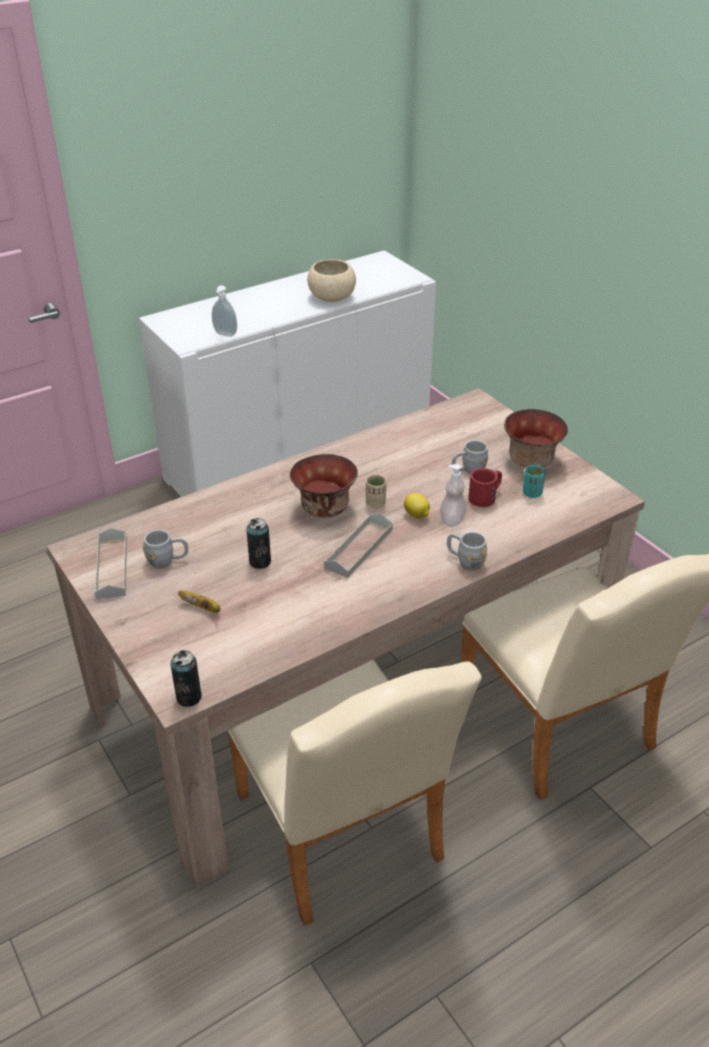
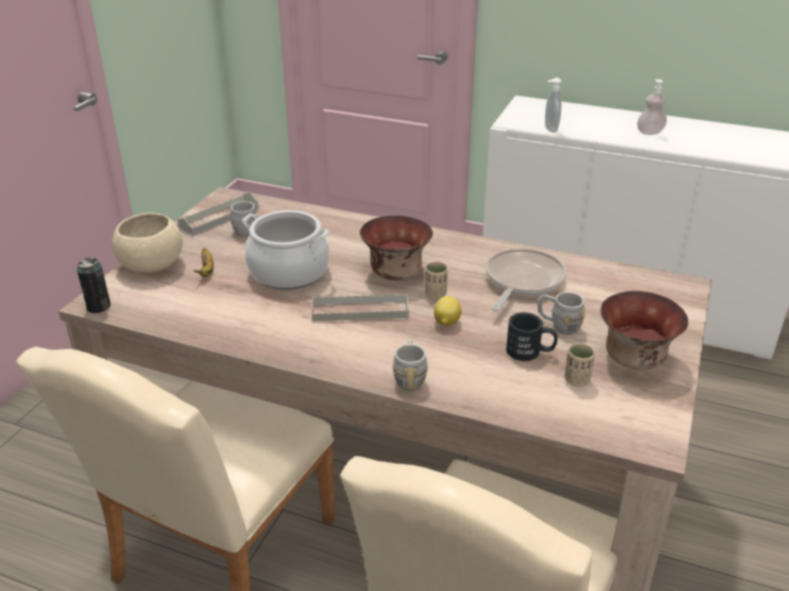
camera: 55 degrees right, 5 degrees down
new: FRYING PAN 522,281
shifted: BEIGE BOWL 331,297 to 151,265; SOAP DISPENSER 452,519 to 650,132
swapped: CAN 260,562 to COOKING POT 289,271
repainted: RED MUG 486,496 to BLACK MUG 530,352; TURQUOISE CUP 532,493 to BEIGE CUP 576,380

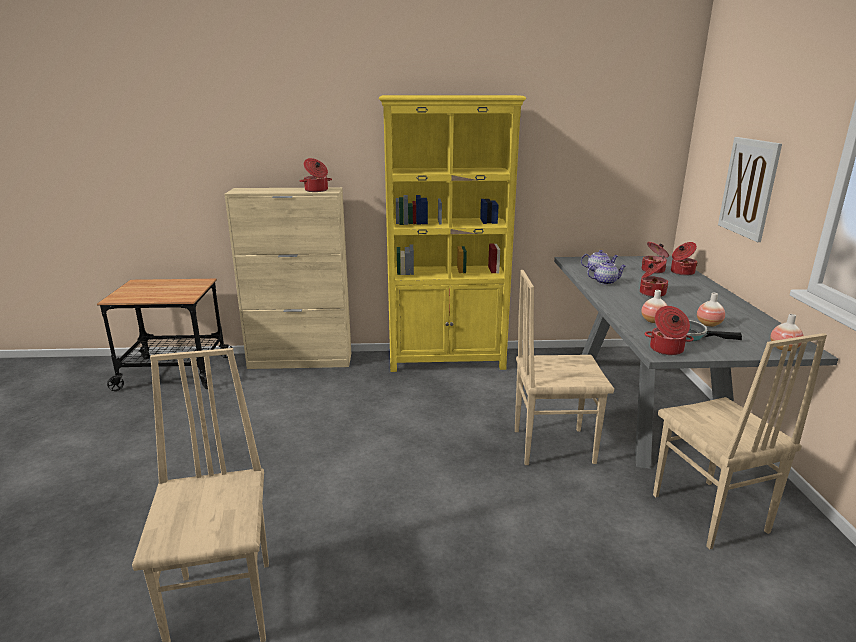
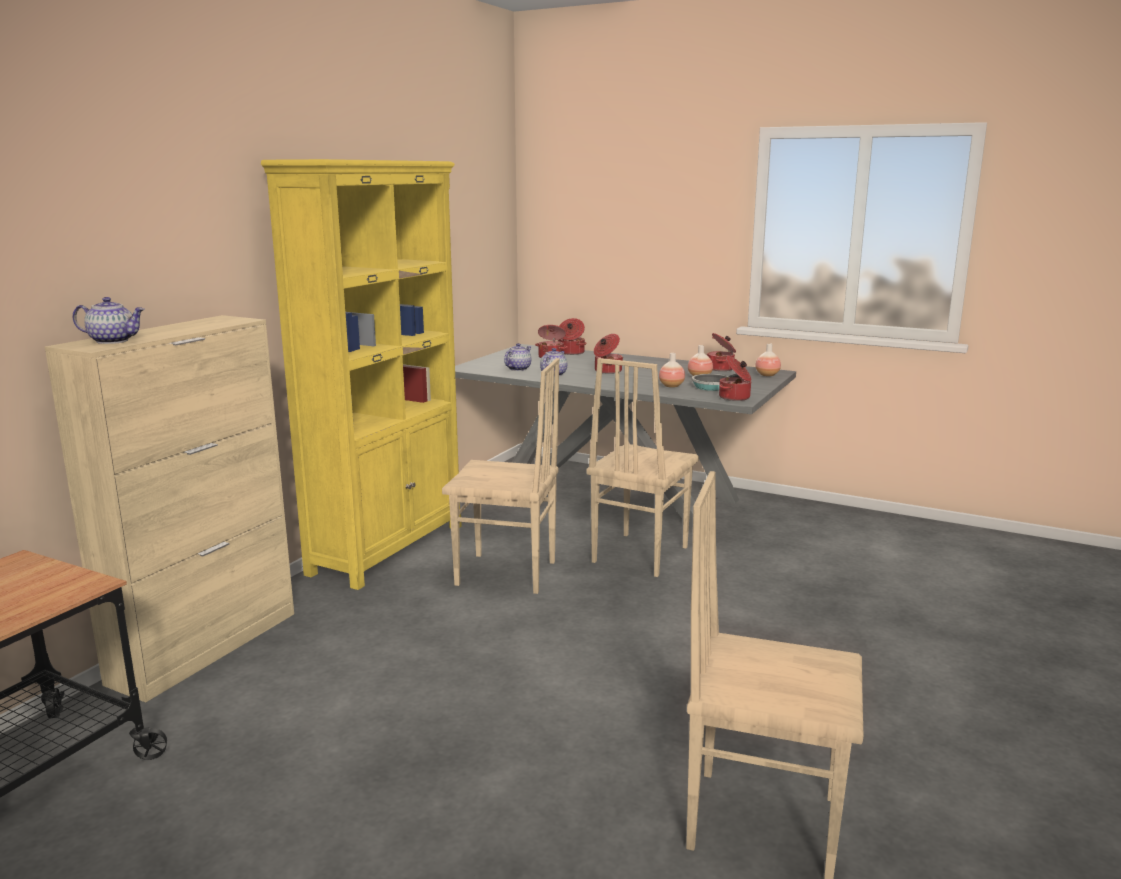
camera: 60 degrees left, 5 degrees down
gone: PICTURE 748,188
new: TEAPOT 113,341
shifted: COOKING POT 316,190 to 721,368; BEIGE CHAIR 708,514 to 506,574

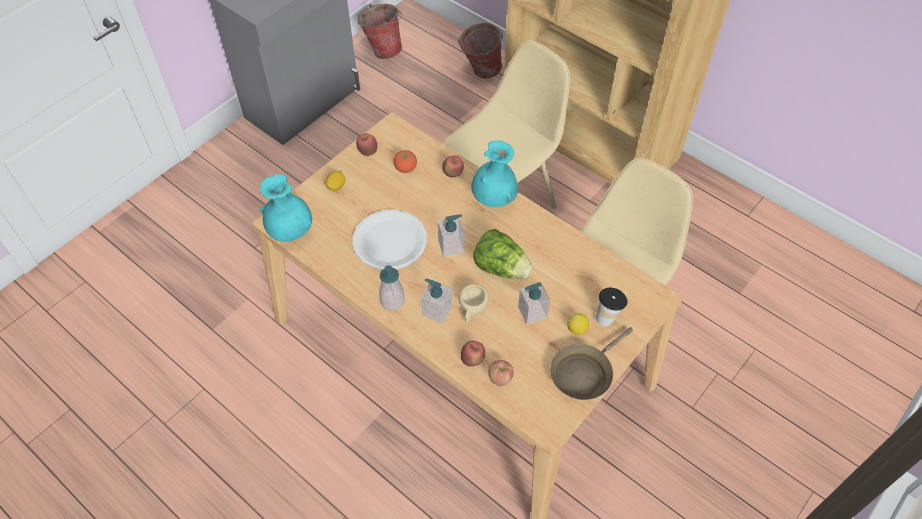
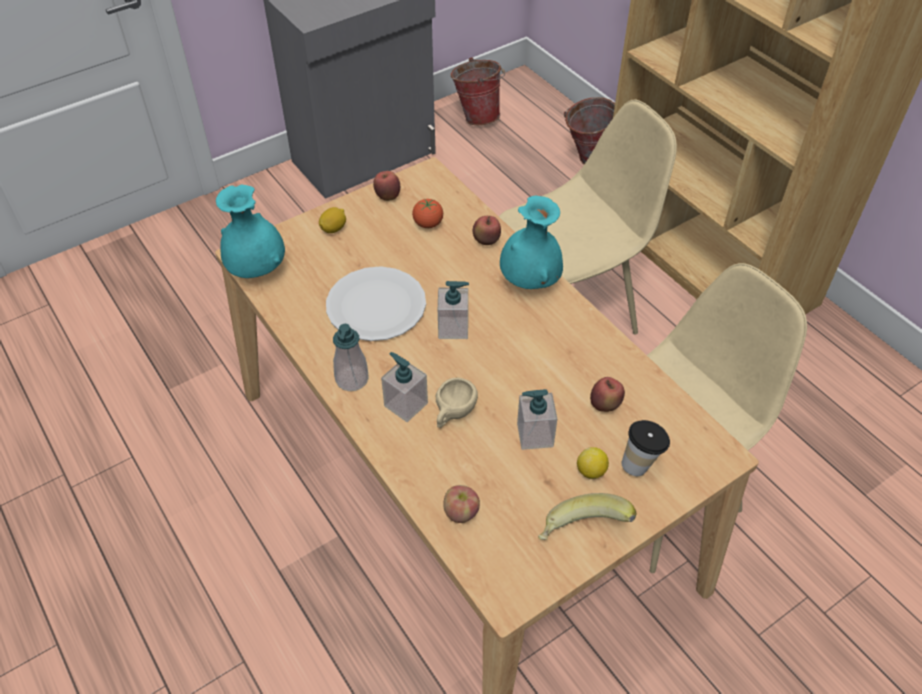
camera: 15 degrees right, 5 degrees down
gone: LETTUCE 501,268
shifted: APPLE 472,360 to 605,405
swapped: BROWN FRYING PAN 584,373 to BANANA 582,533

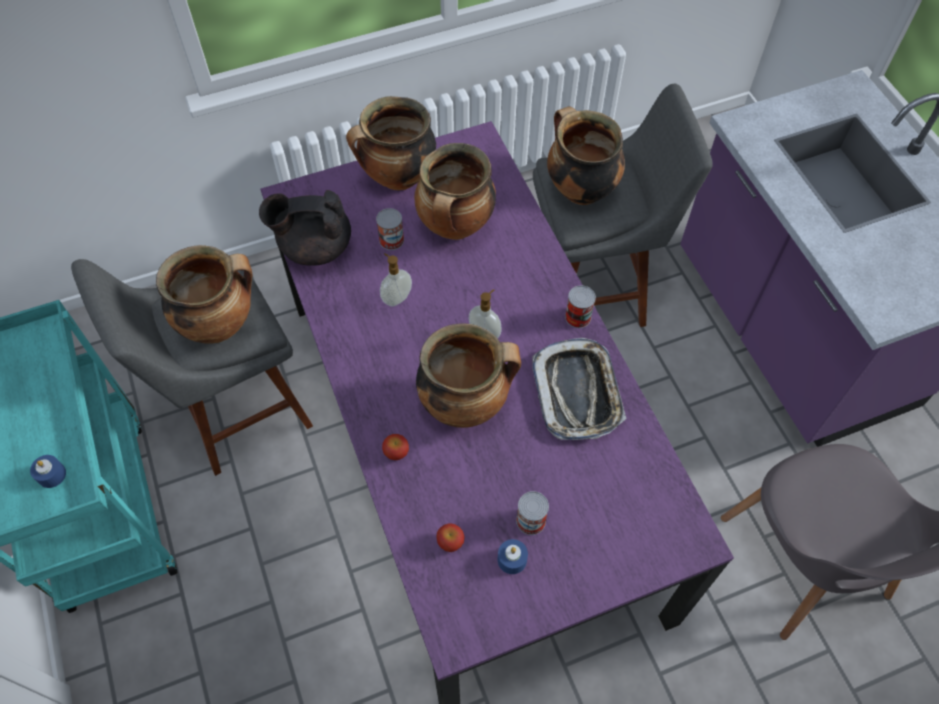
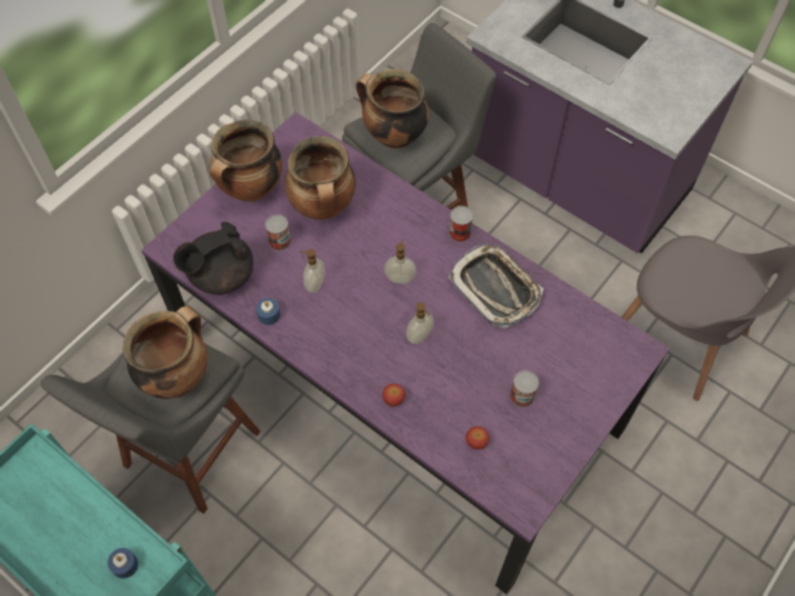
camera: 30 degrees left, 0 degrees up
shifted: BLUE CANDLE 512,559 to 269,315
swapped: COOKING POT 465,403 to SOAP DISPENSER 420,337

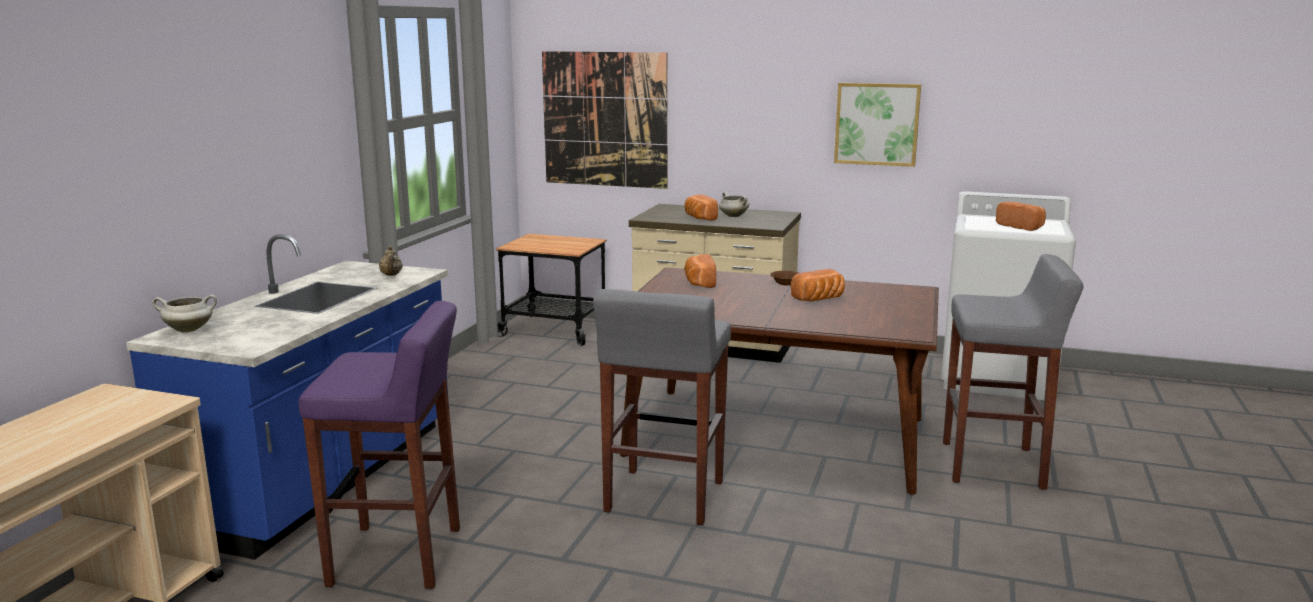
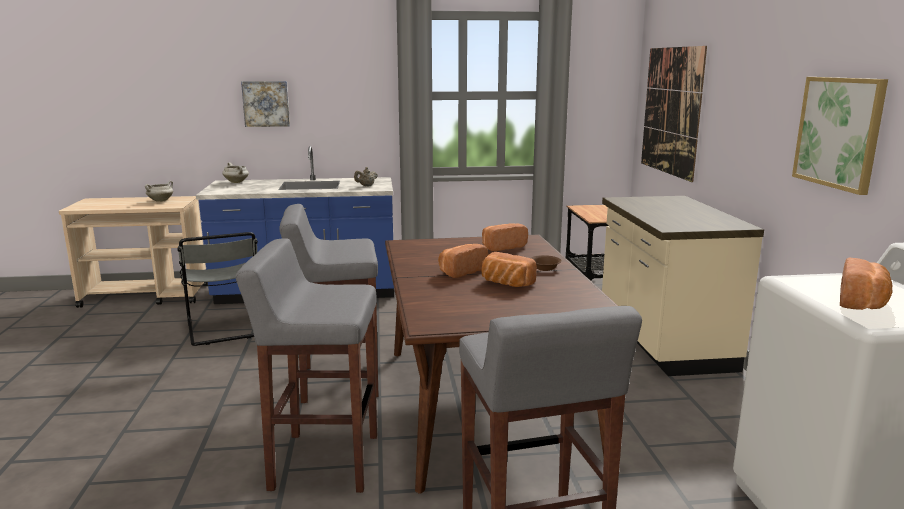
camera: 65 degrees right, 0 degrees up
new: GREY STOOL 323,462; PICTURE 266,103
shifted: BREAD 699,218 to 460,271; WHITE COOKING POT 733,216 to 161,201
swapped: PURPLE STOOL 398,557 to GREY CHAIR 225,330

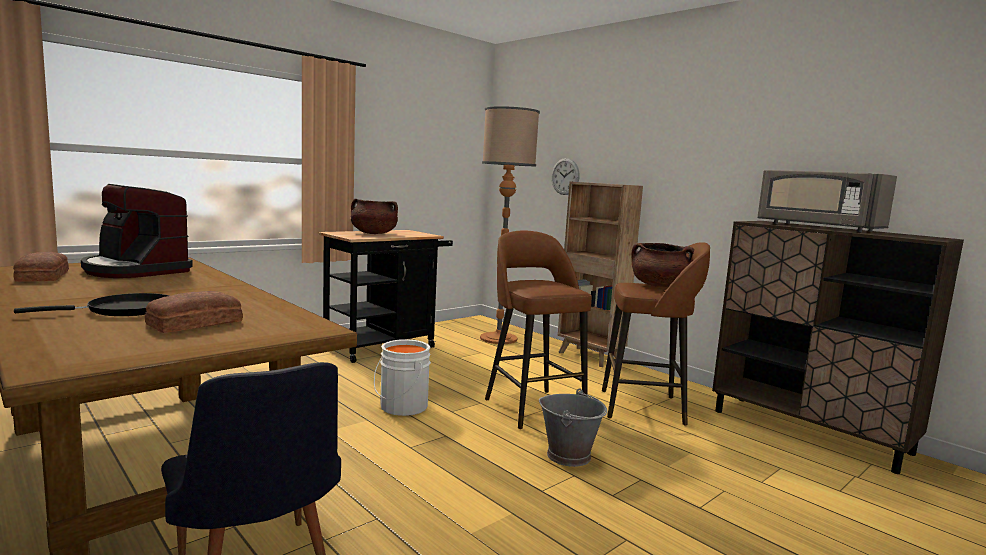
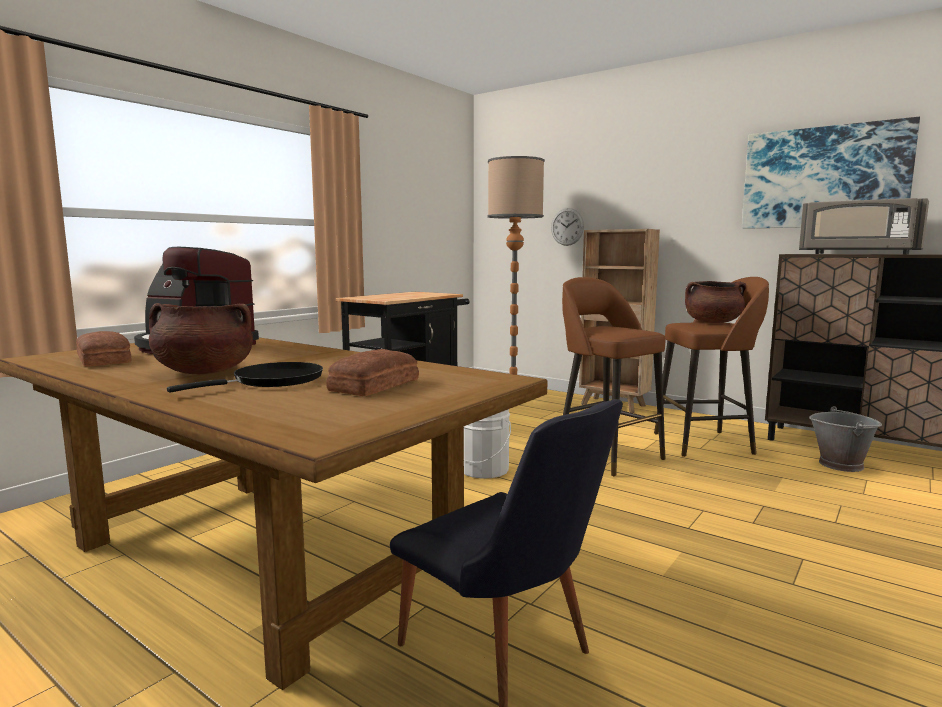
camera: 10 degrees left, 0 degrees up
new: PICTURE 824,177
shifted: BROWN COOKING POT 373,233 to 204,372; GREY BUCKET 569,455 to 841,464

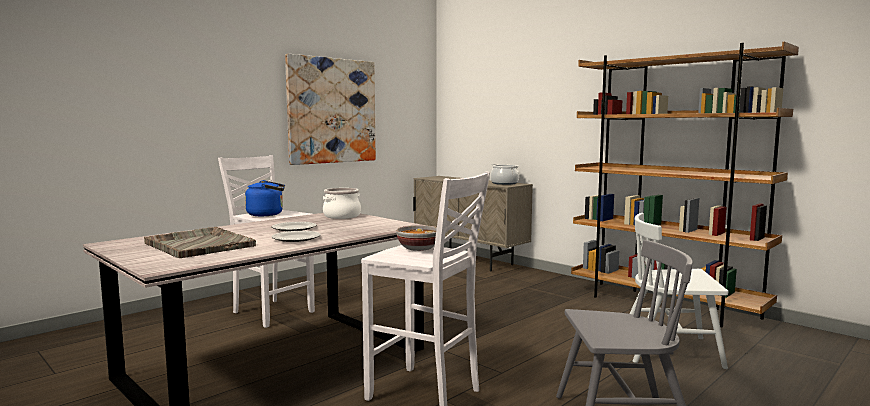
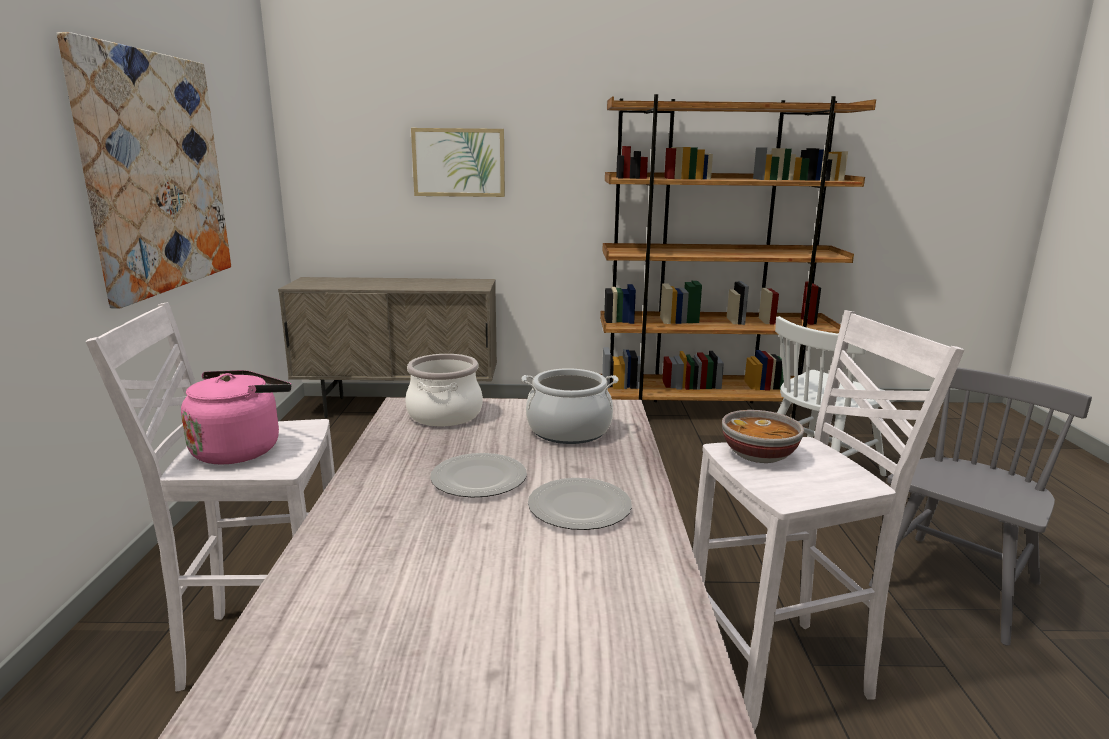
camera: 45 degrees left, 10 degrees up
gone: GREY TRAY 199,244
new: PICTURE 459,162
shifted: COOKING POT 504,183 to 568,430
repainted: BLUE KETTLE 267,214 to PINK KETTLE 241,449

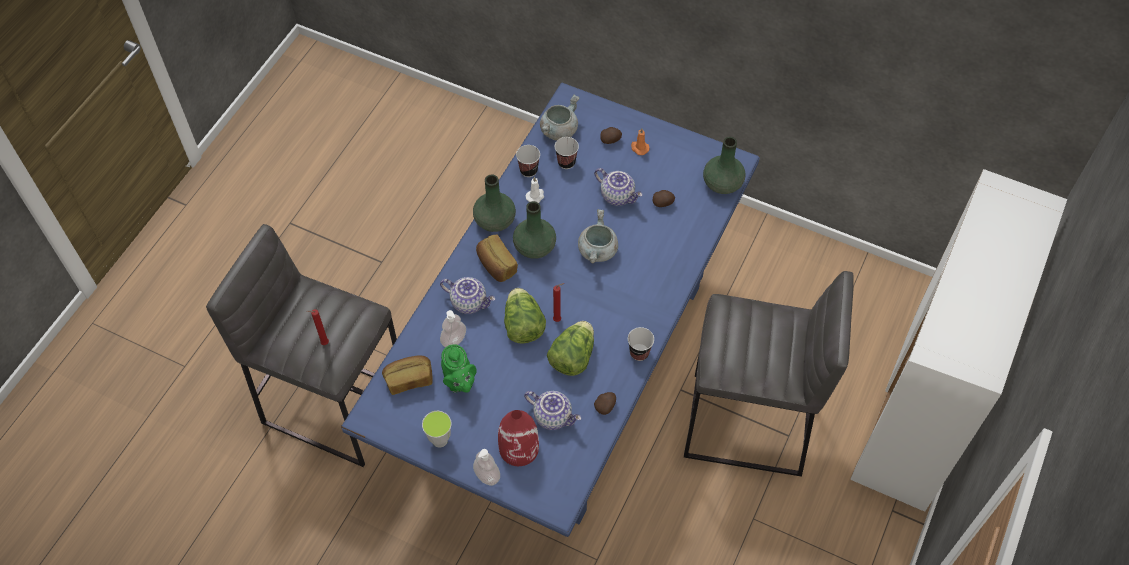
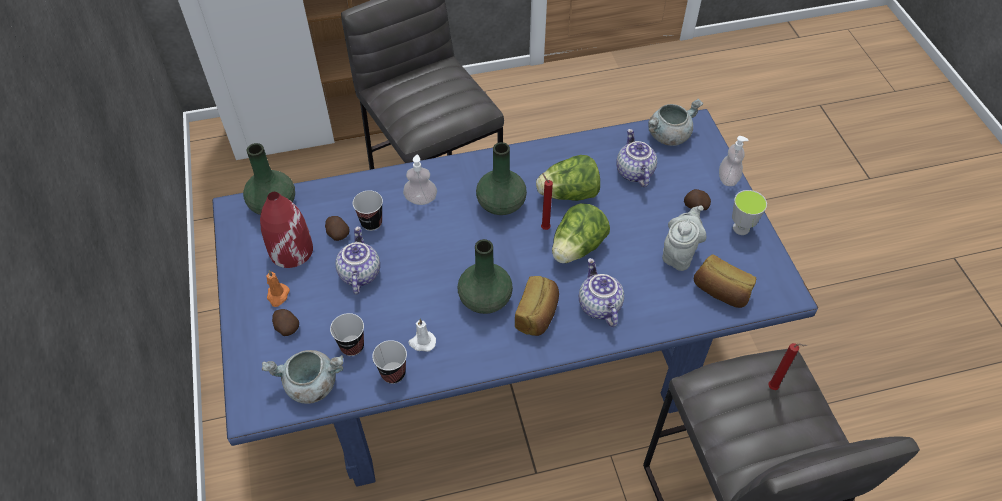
camera: 130 degrees left, 5 degrees down
shifted: SOAP DISPENSER 453,340 to 421,199; GREEN VASE 495,221 to 501,203; RED VASE 519,448 to 290,250; GREY COOKING POT 598,251 to 668,135; POTATO 605,406 to 695,206; CUP 639,353 to 371,222
repainted: GREEN TEAPOT 459,382 to GREY TEAPOT 679,253

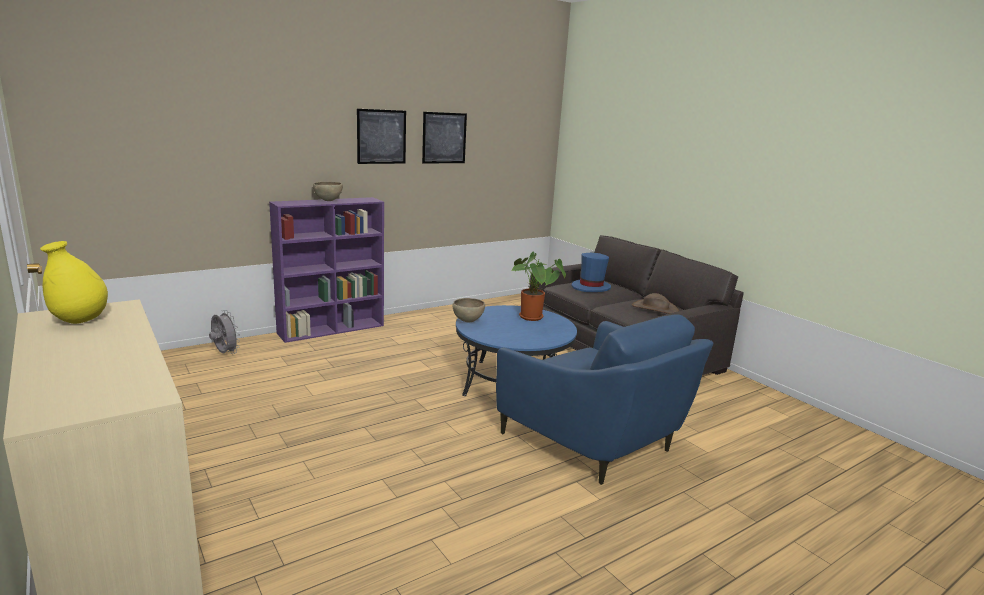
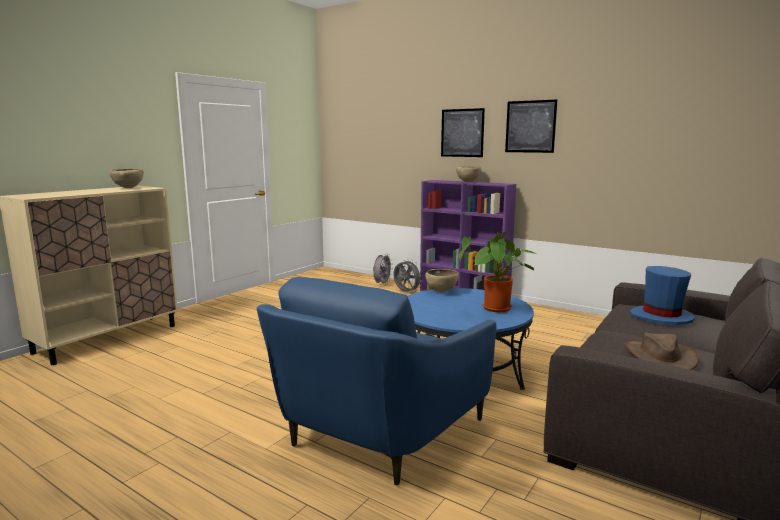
camera: 70 degrees right, 5 degrees down
new: GREY FAN 406,292
shifted: PICTURE 444,138 to 462,133
swapped: YELLOW VASE 80,321 to BROWN BOWL 128,188

